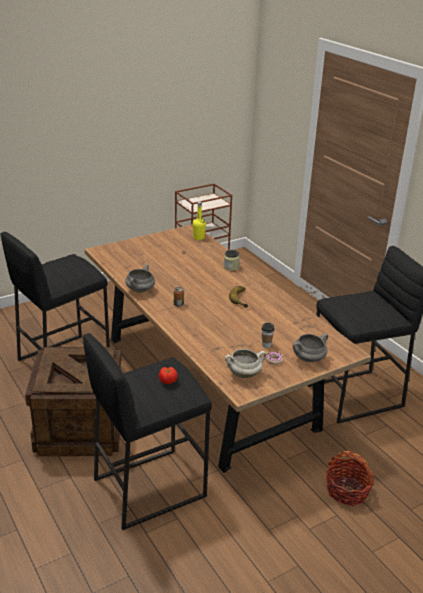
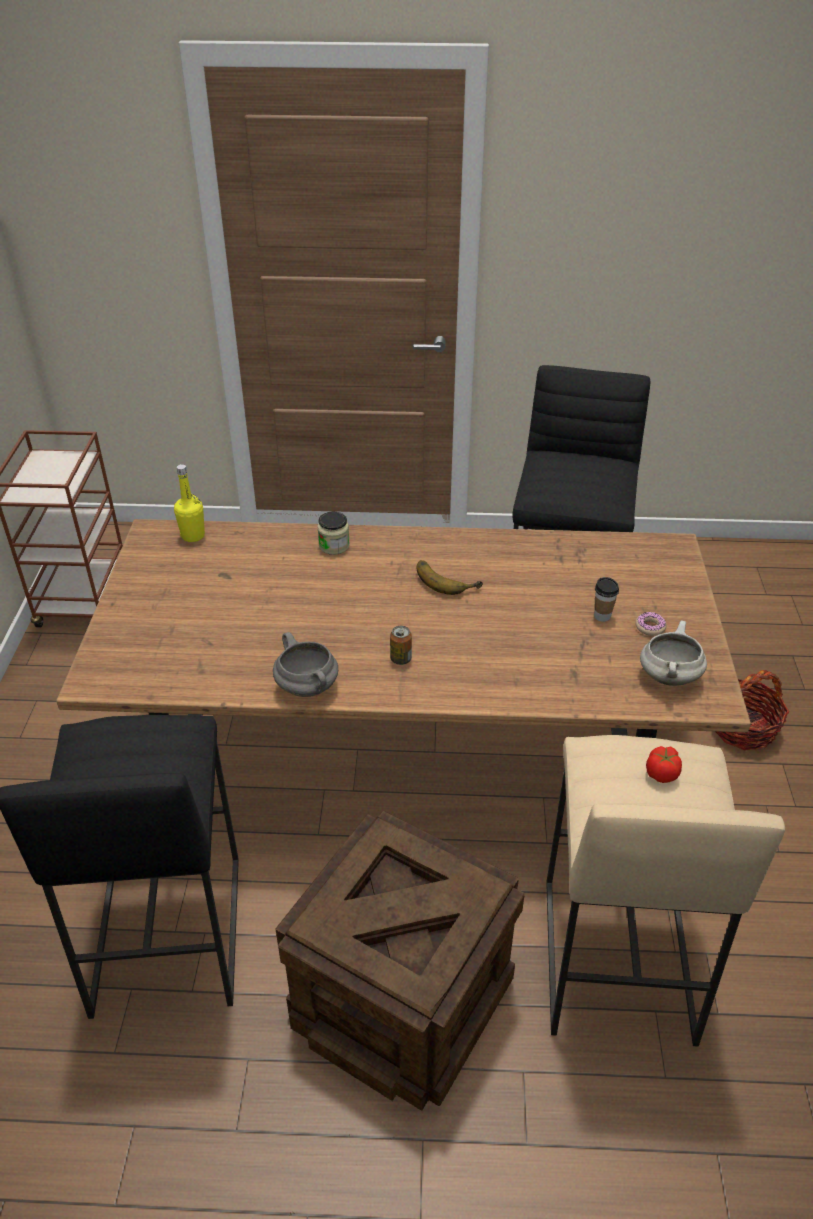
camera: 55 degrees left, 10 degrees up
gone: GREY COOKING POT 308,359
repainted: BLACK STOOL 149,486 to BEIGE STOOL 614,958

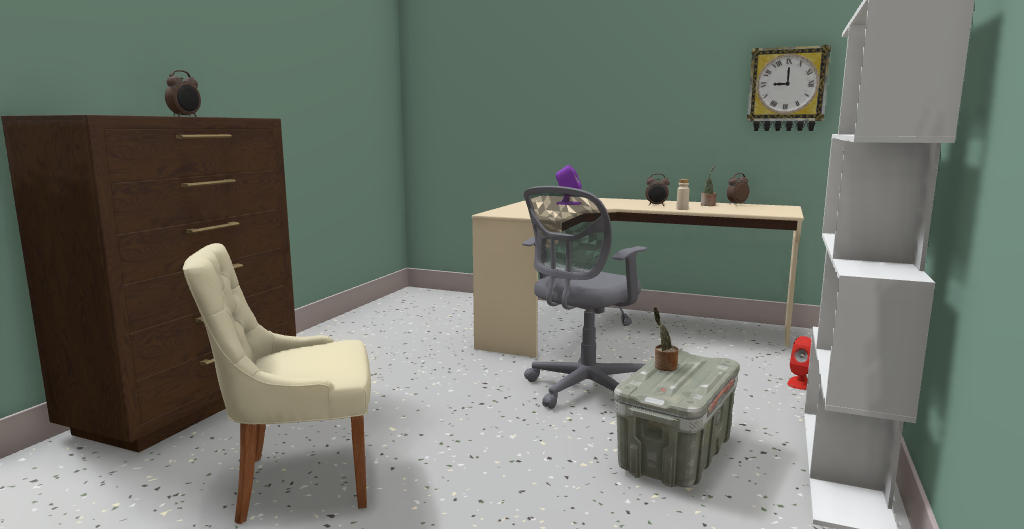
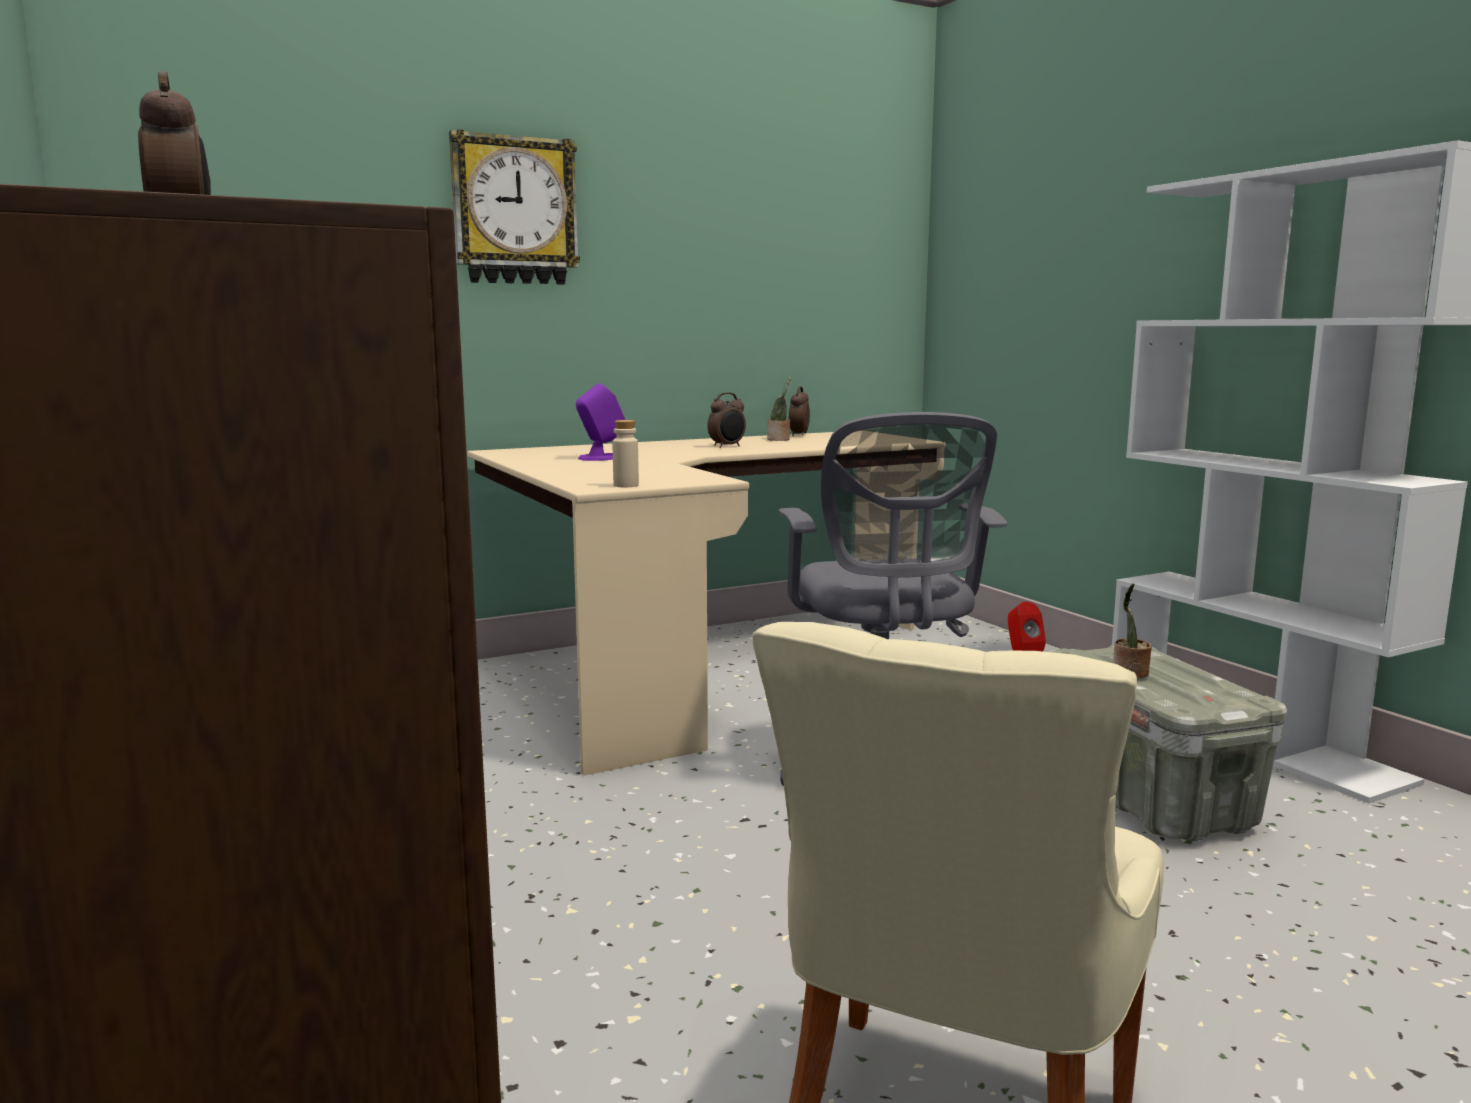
camera: 50 degrees left, 0 degrees up
shifted: BEIGE BOTTLE 682,209 to 626,485; WALL CLOCK 787,89 to 514,211

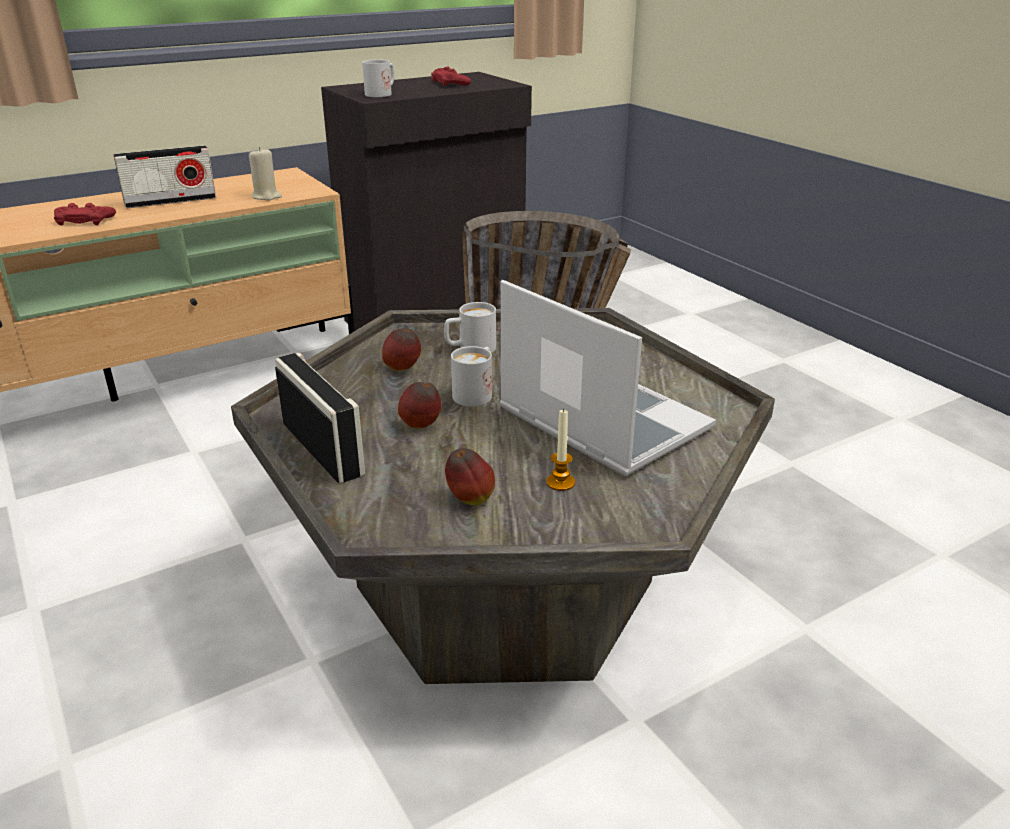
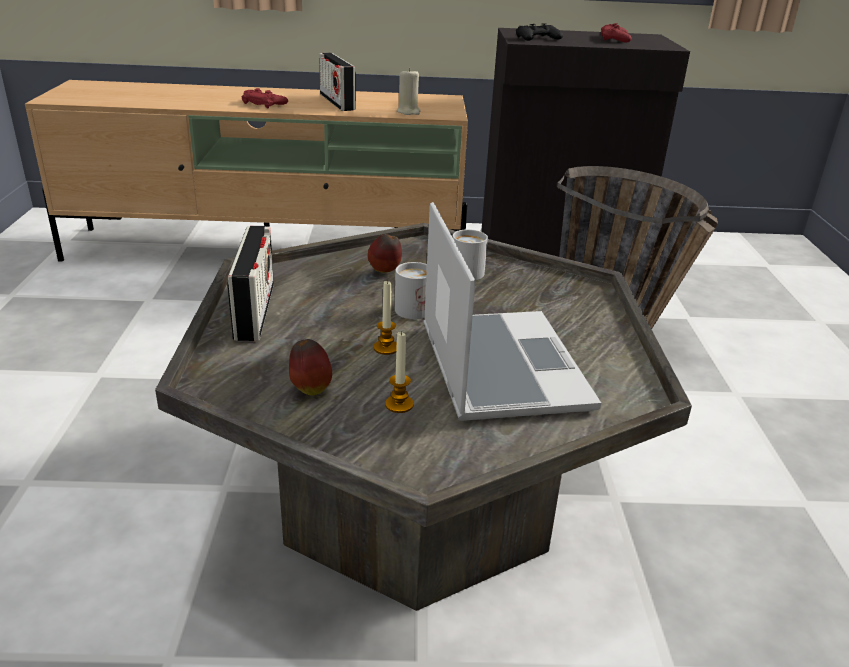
camera: 30 degrees right, 0 degrees up
gone: APPLE 421,427
new: CANDLE 386,348
swapped: WHITE MUG 382,94 to BLACK GAME CONTROLLER 537,38
rotated: RADIO 171,201 = 337,102 60 degrees clockwise

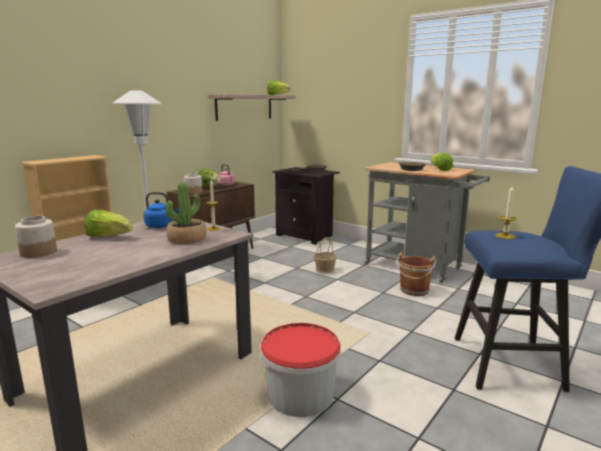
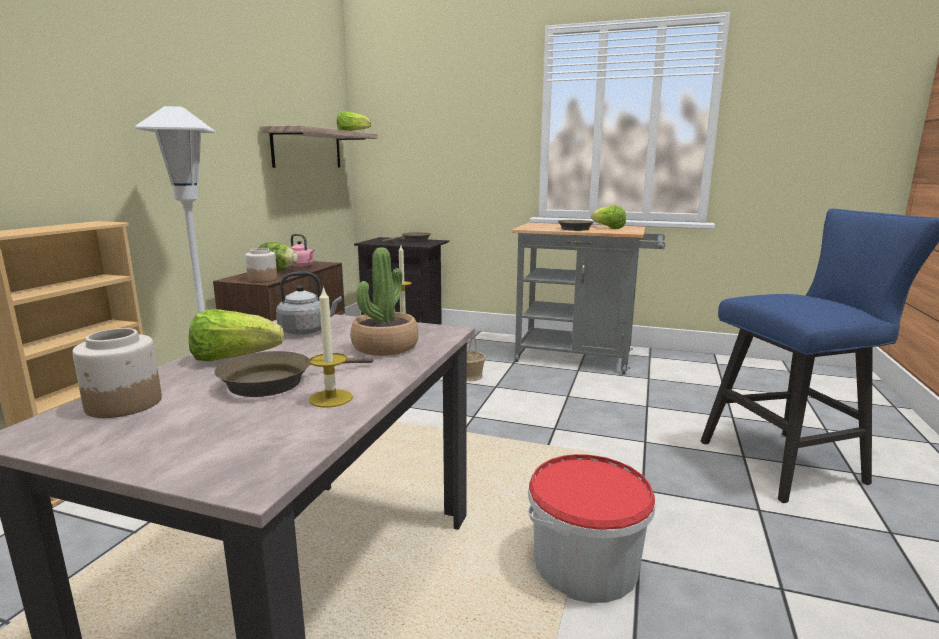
camera: 20 degrees left, 0 degrees up
gone: BROWN BUCKET 414,291
new: BROWN FRYING PAN 275,382
shifted: CANDLE 505,236 to 331,398
repainted: BLUE KETTLE 161,226 to GREY KETTLE 307,331

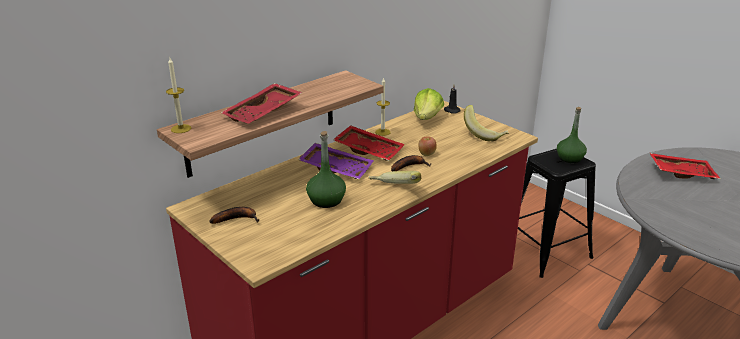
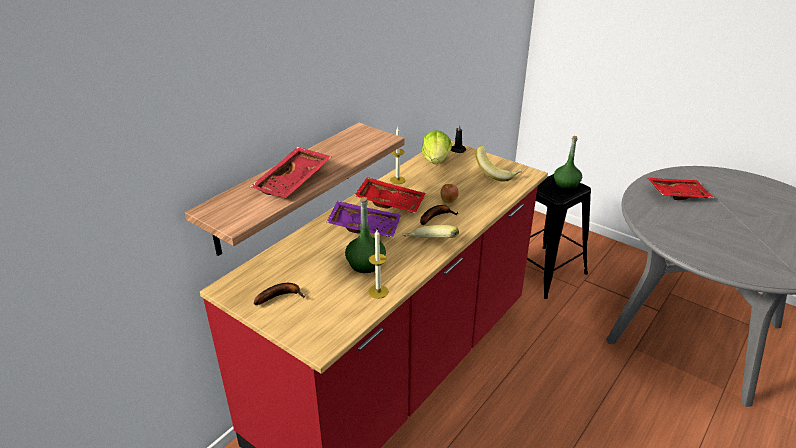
camera: 10 degrees left, 5 degrees up
shifted: CANDLE 181,129 to 378,291

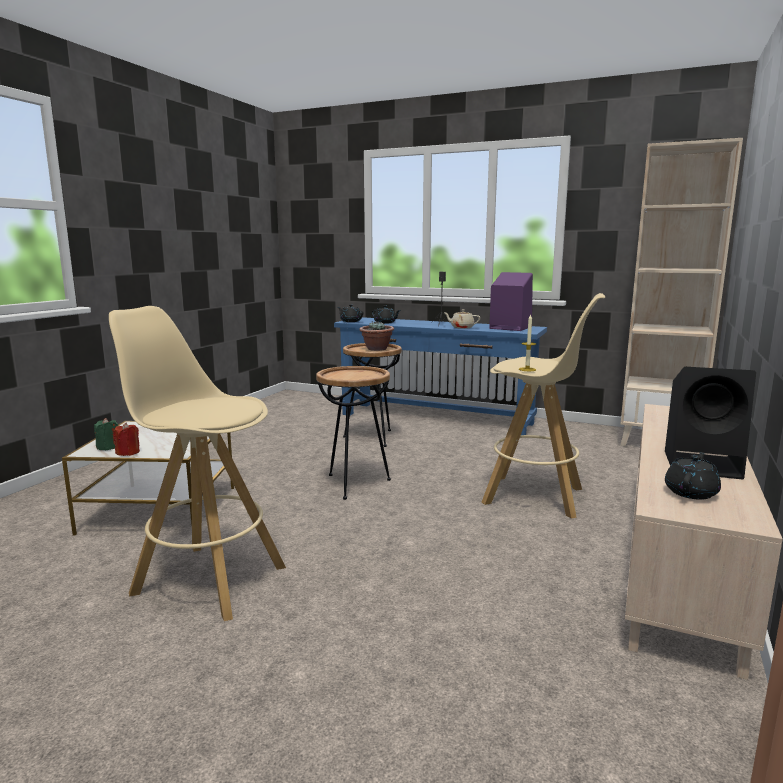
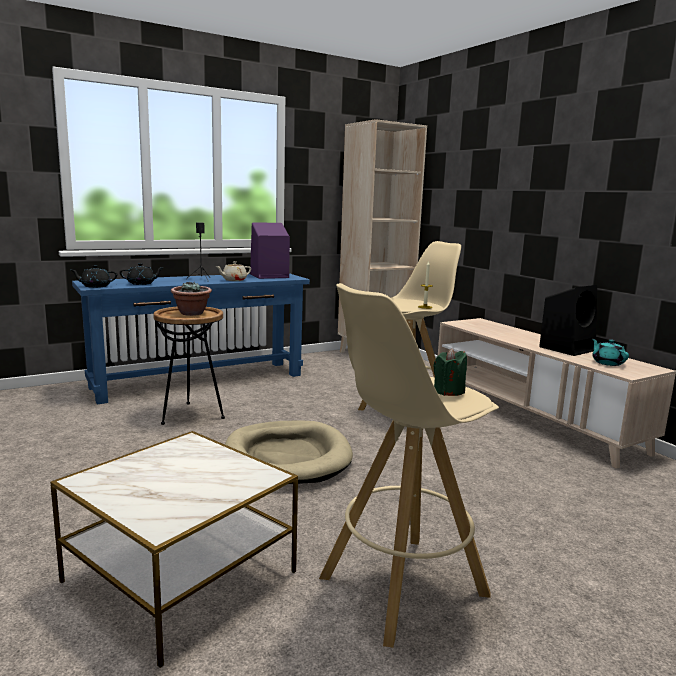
camera: 55 degrees left, 0 degrees up
gone: RED CANDLE 128,452
shifted: GREEN CANDLE 108,447 to 448,391
swapped: BROWN SIDE TABLE 355,484 to BEIGE DOG BED 287,457
repainted: BLACK TEAPOT 691,492 to TURQUOISE TEAPOT 607,363

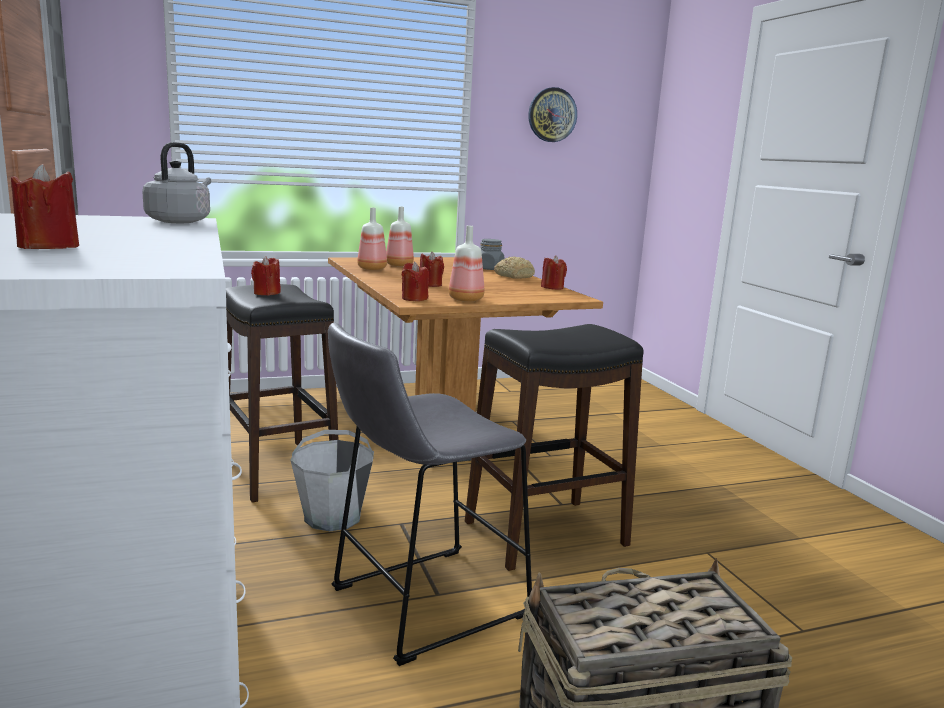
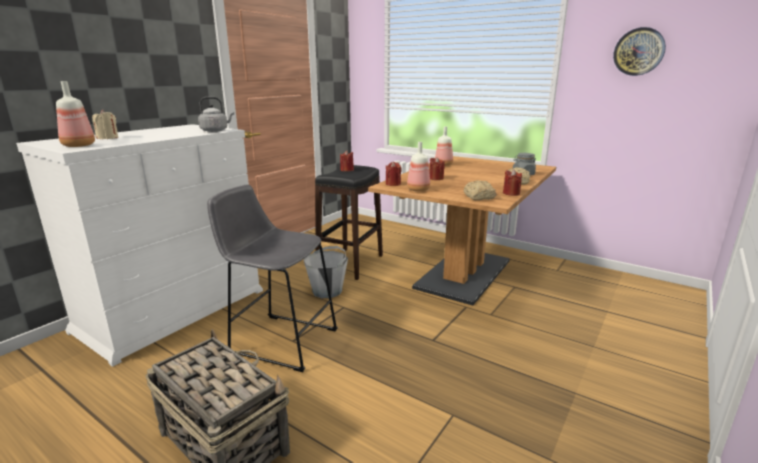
camera: 55 degrees right, 5 degrees up
gone: BLACK STOOL 545,534
new: BREAD 478,197
shifted: BOTTLE 399,265 to 77,146
repainted: RED CANDLE 48,247 to BEIGE CANDLE 107,138

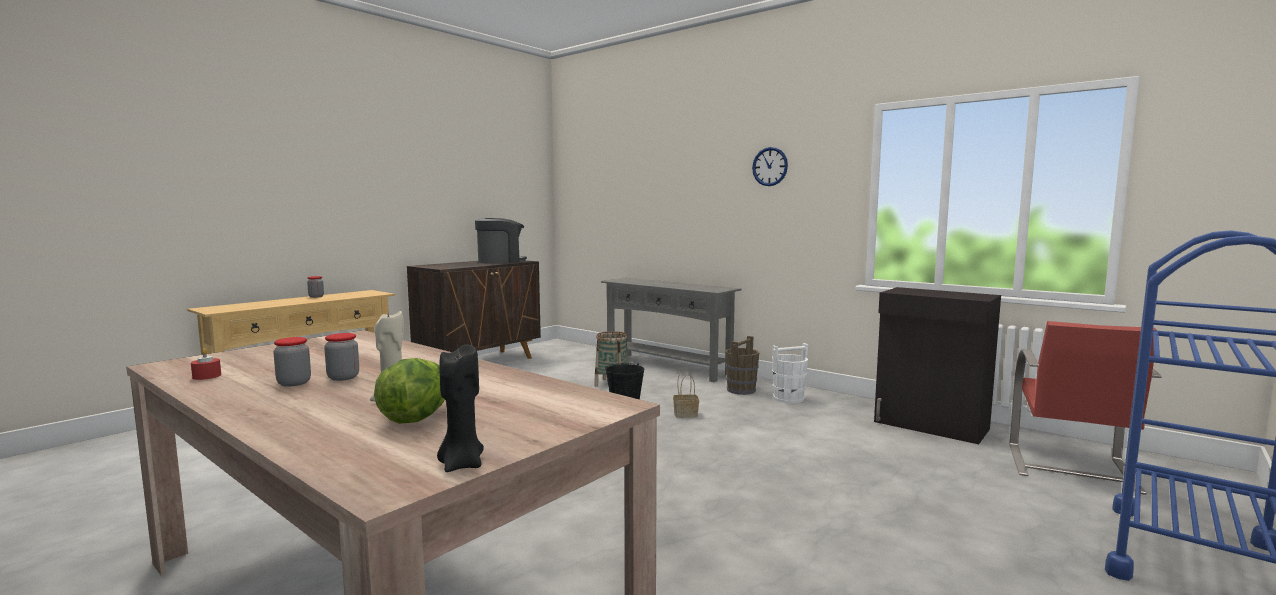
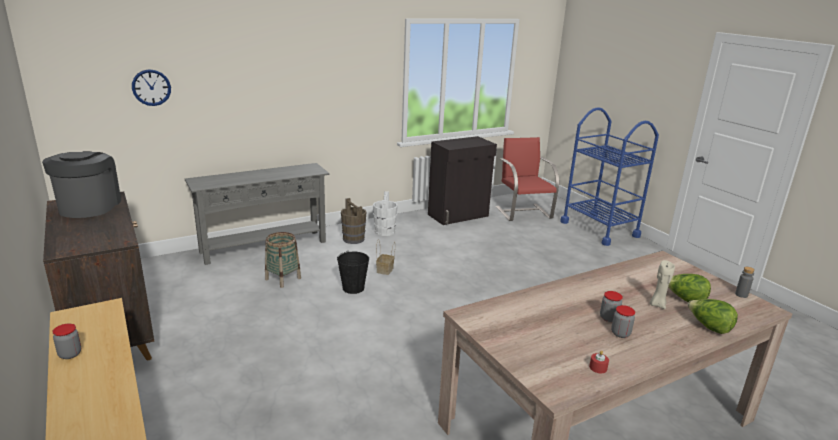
camera: 70 degrees left, 15 degrees up
new: LETTUCE 709,327
shifted: WALL CLOCK 770,166 to 151,87
swapped: BLACK CANDLE 461,464 to GREY BOTTLE 741,295
rotated: RED CHAIR 1070,468 = 523,212 150 degrees counterclockwise

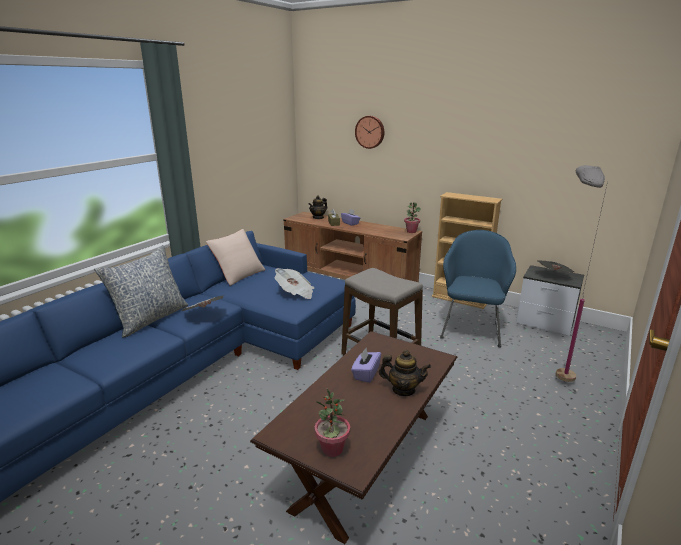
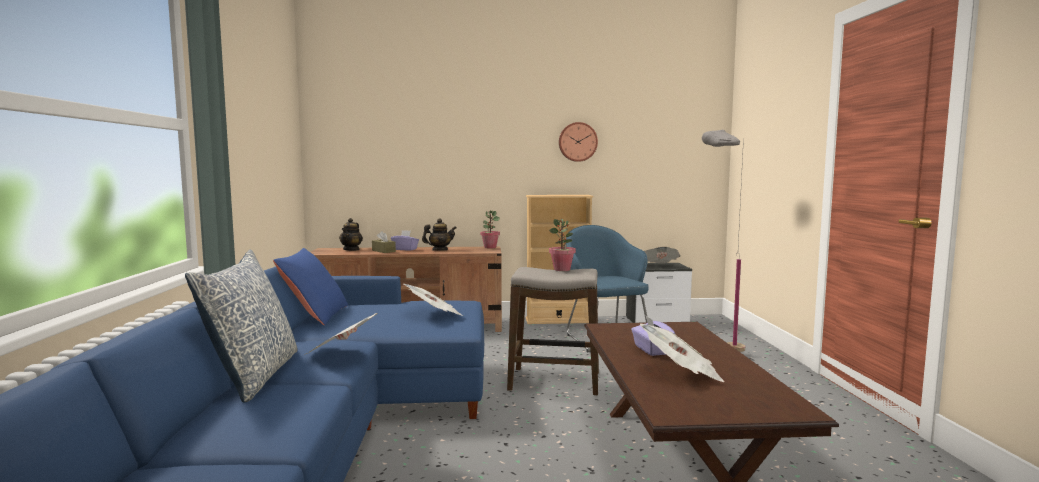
camera: 35 degrees left, 15 degrees down
new: NEWSPAPER 681,373
shifted: POTTED PLANT 332,449 to 562,269; WALL CLOCK 370,132 to 577,142; TEAPOT 403,390 to 439,250
repainted: BEIGE PILLOW 238,274 to BLUE PILLOW 314,315

